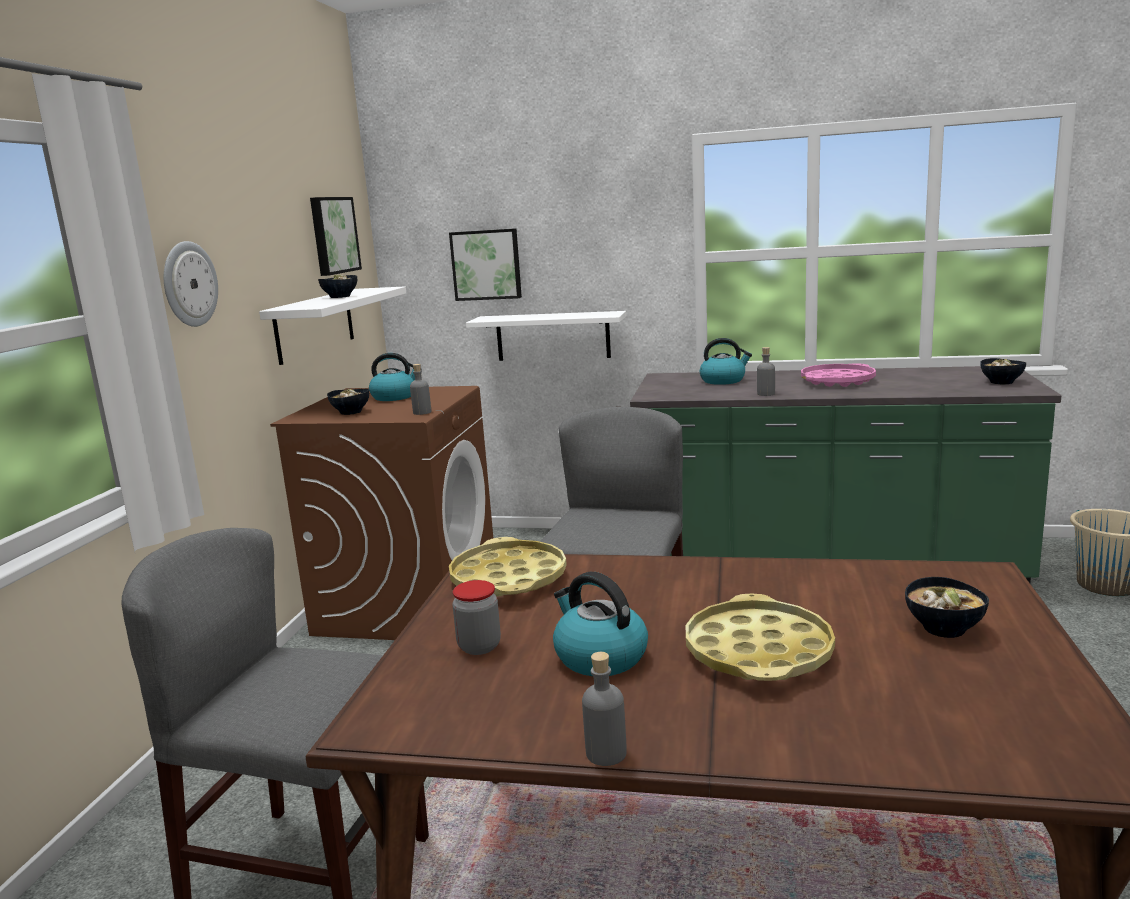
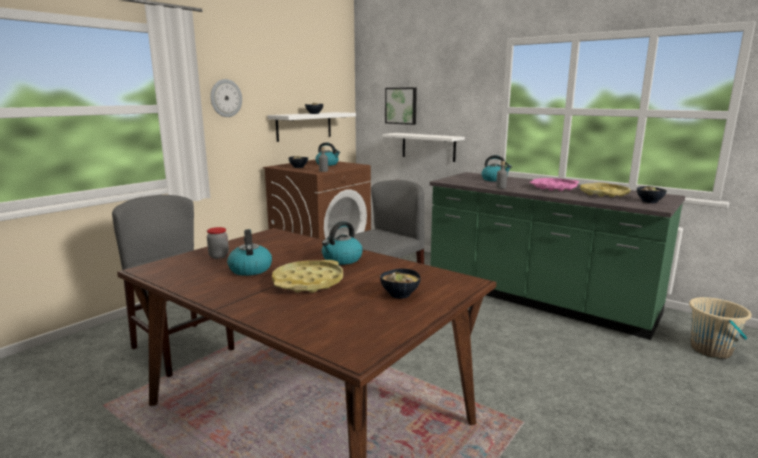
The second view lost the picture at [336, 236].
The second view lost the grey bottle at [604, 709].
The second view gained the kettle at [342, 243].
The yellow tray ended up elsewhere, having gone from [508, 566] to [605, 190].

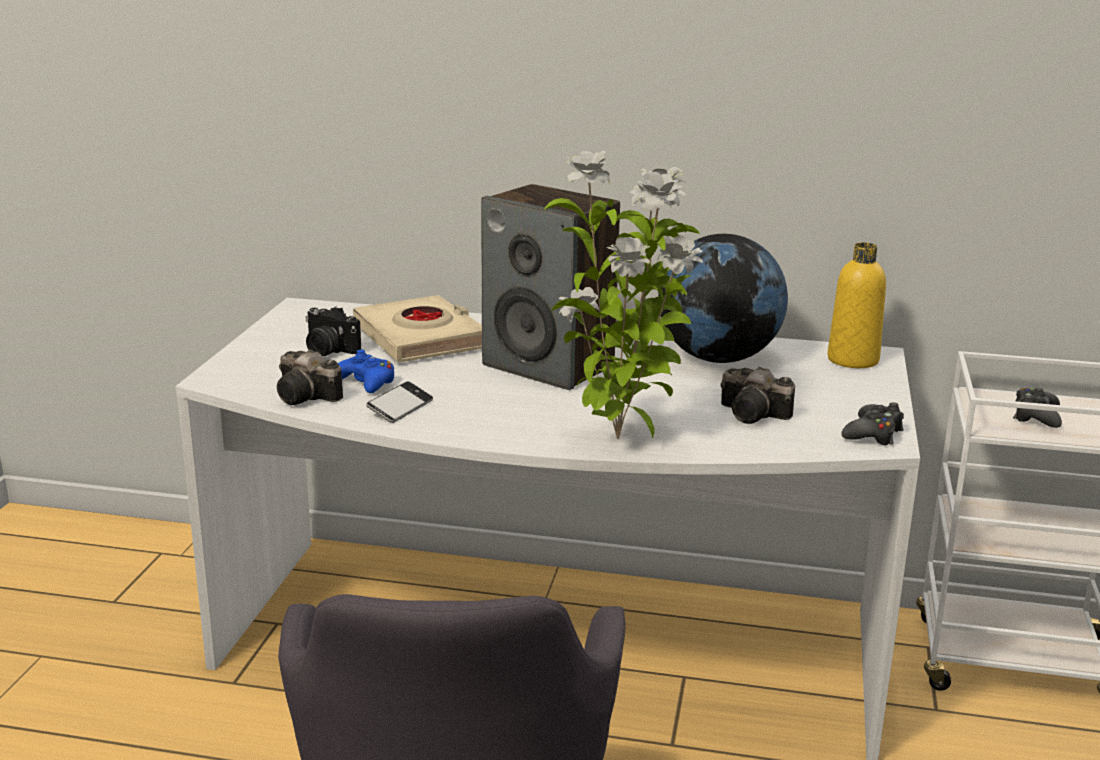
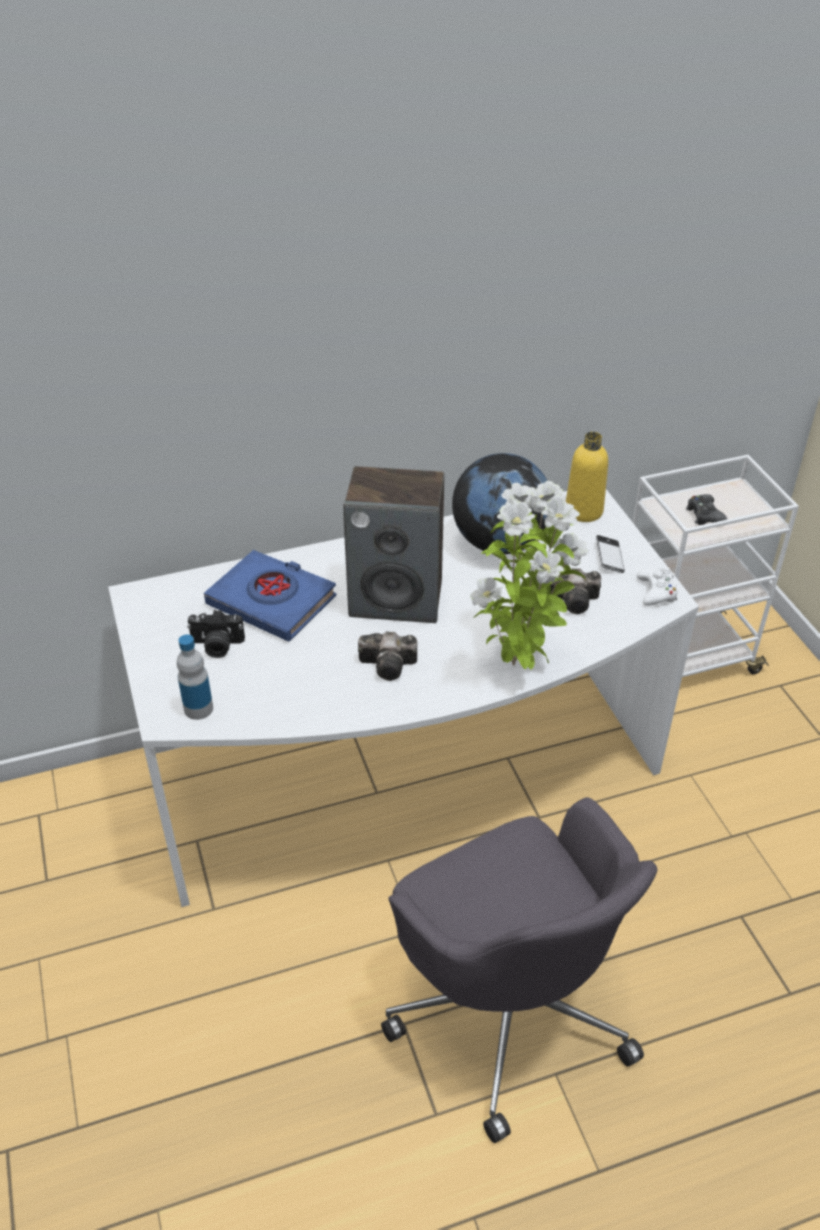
The second view lost the blue game controller at [366, 371].
The second view gained the bottle at [195, 677].
The photo camera ended up elsewhere, having gone from [310, 377] to [387, 656].
The phone ended up elsewhere, having gone from [399, 402] to [610, 554].
What was the beige book at [417, 328] turned into the blue book at [270, 596].
What was the black game controller at [872, 424] turned into the white game controller at [657, 586].

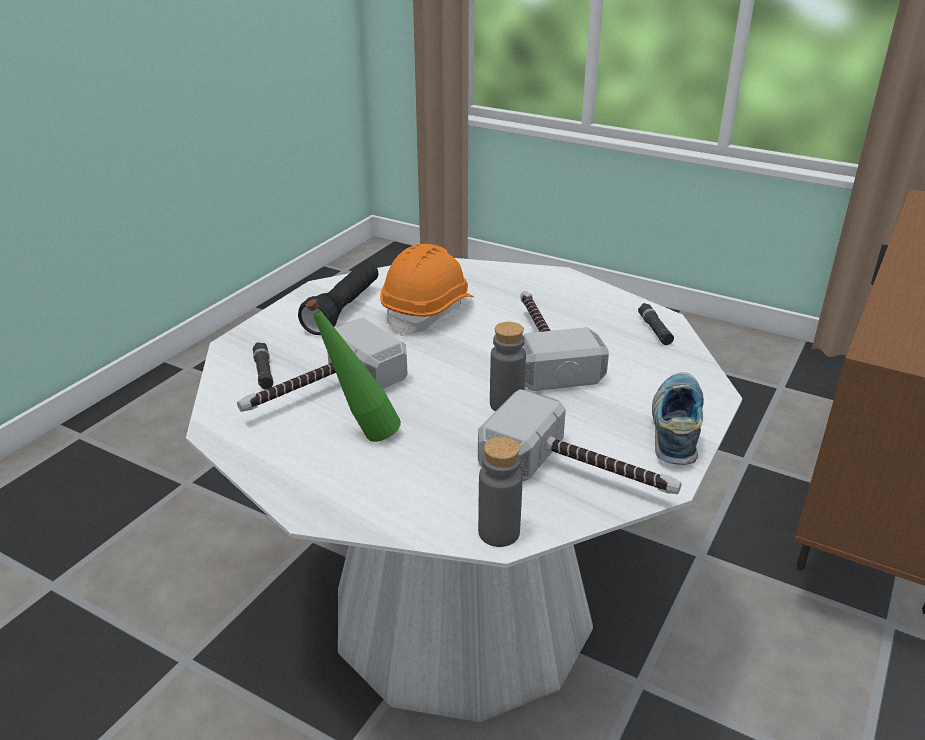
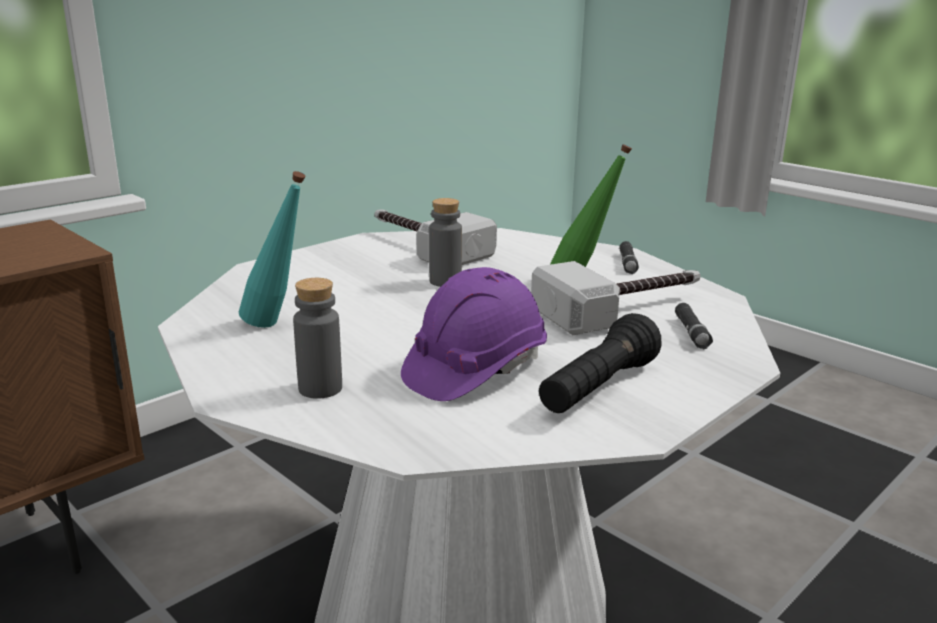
The second view lost the hammer at [565, 341].
The second view lost the shoe at [678, 418].
The second view gained the turquoise bottle at [272, 249].
The grey bottle ended up elsewhere, having gone from [500, 492] to [317, 338].
The black flashlight ended up elsewhere, having gone from [656, 324] to [629, 257].
What was the orange hard hat at [427, 290] turned into the purple hard hat at [474, 334].

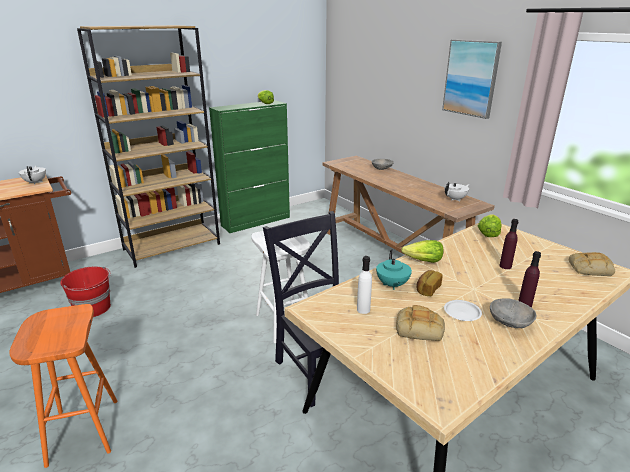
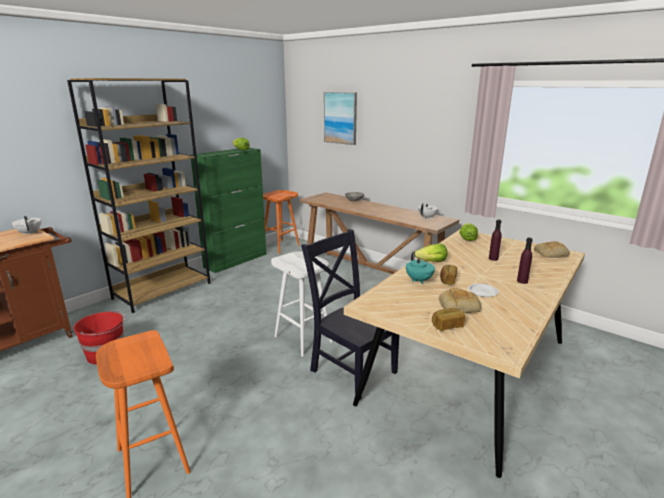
The second view lost the white bottle at [364, 285].
The second view lost the grey bowl at [513, 313].
The second view gained the orange stool at [281, 222].
The second view gained the bread at [448, 319].
The picture ended up elsewhere, having gone from [472, 79] to [340, 118].

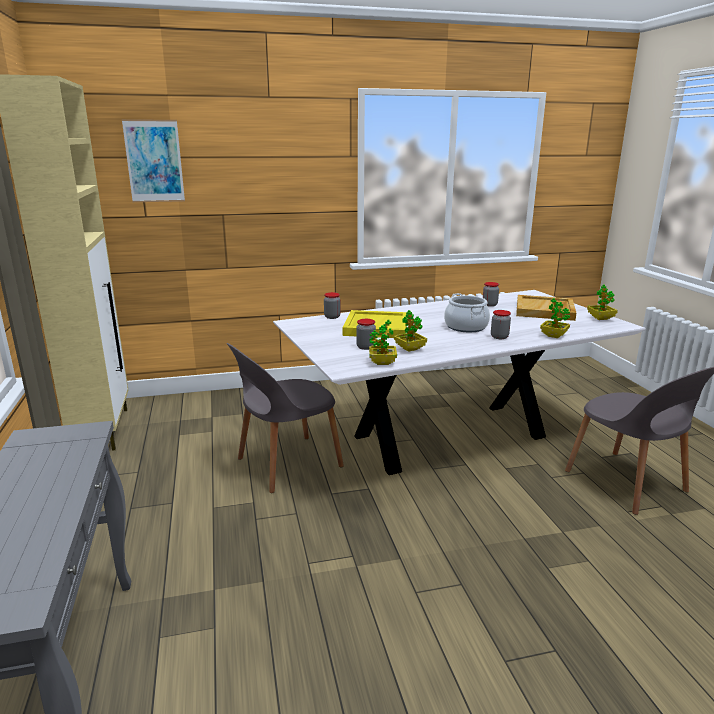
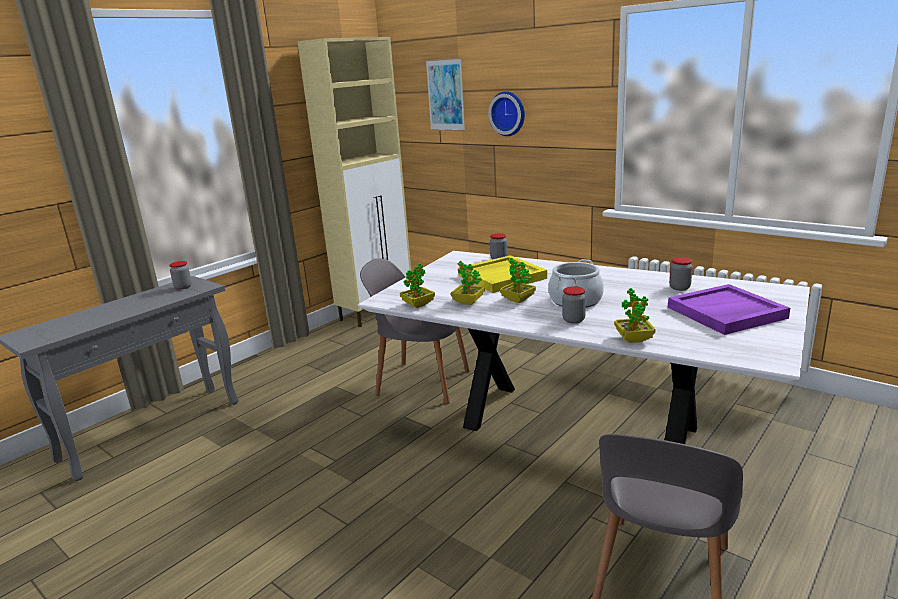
The second view gained the wall clock at [506, 113].
The jar ended up elsewhere, having gone from [366, 334] to [180, 275].
The potted plant ended up elsewhere, having gone from [602, 302] to [518, 280].
What was the beige tray at [546, 308] turned into the purple tray at [729, 309].

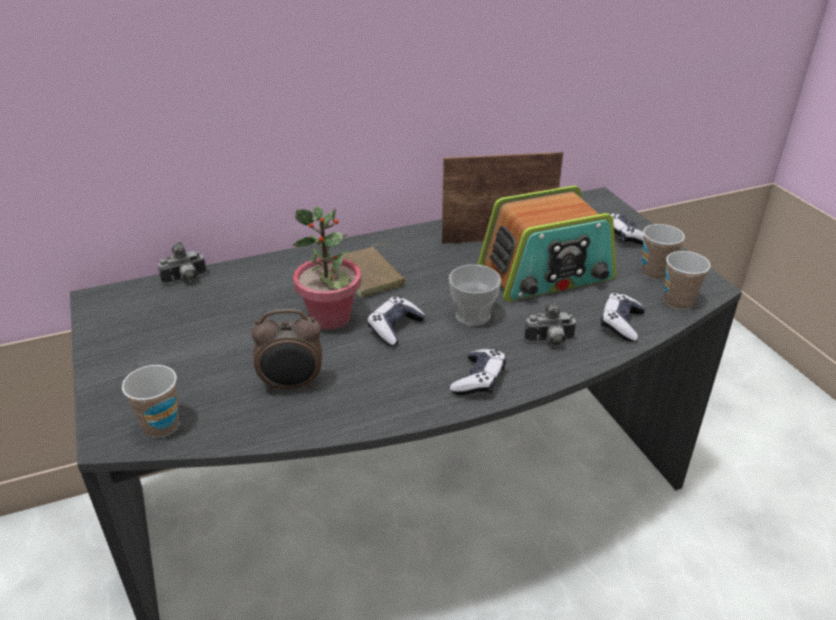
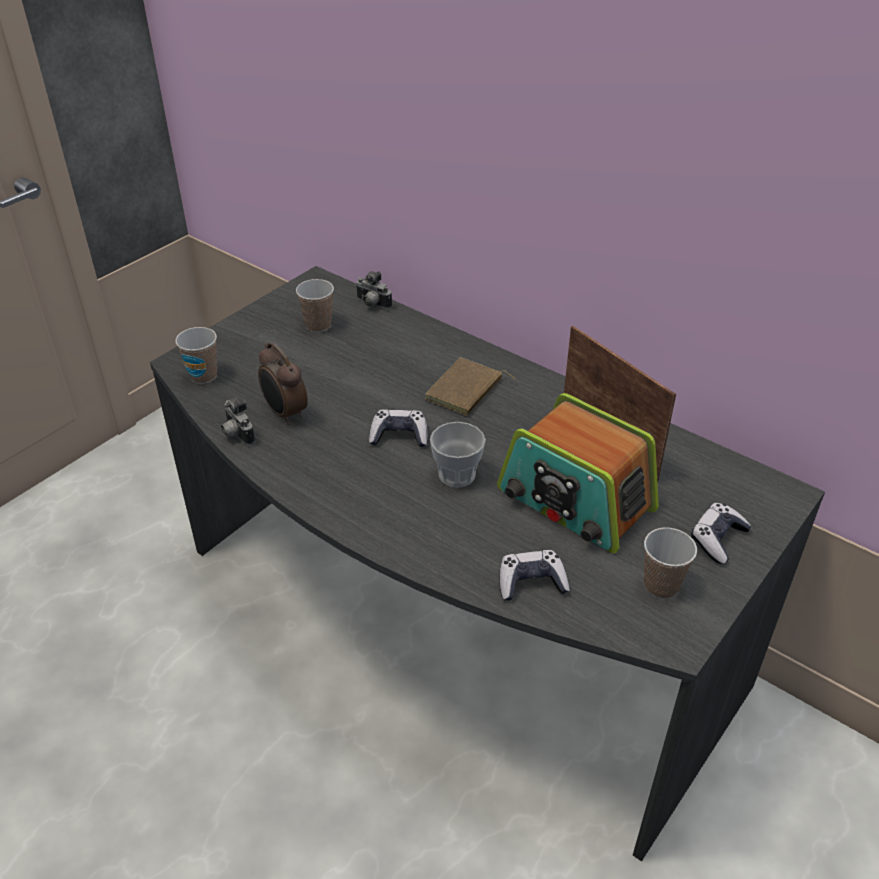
The second view lost the potted plant at [327, 268].
The second view lost the game controller at [478, 372].
The photo camera ended up elsewhere, having gone from [550, 323] to [238, 421].
The cup ended up elsewhere, having gone from [687, 280] to [315, 305].

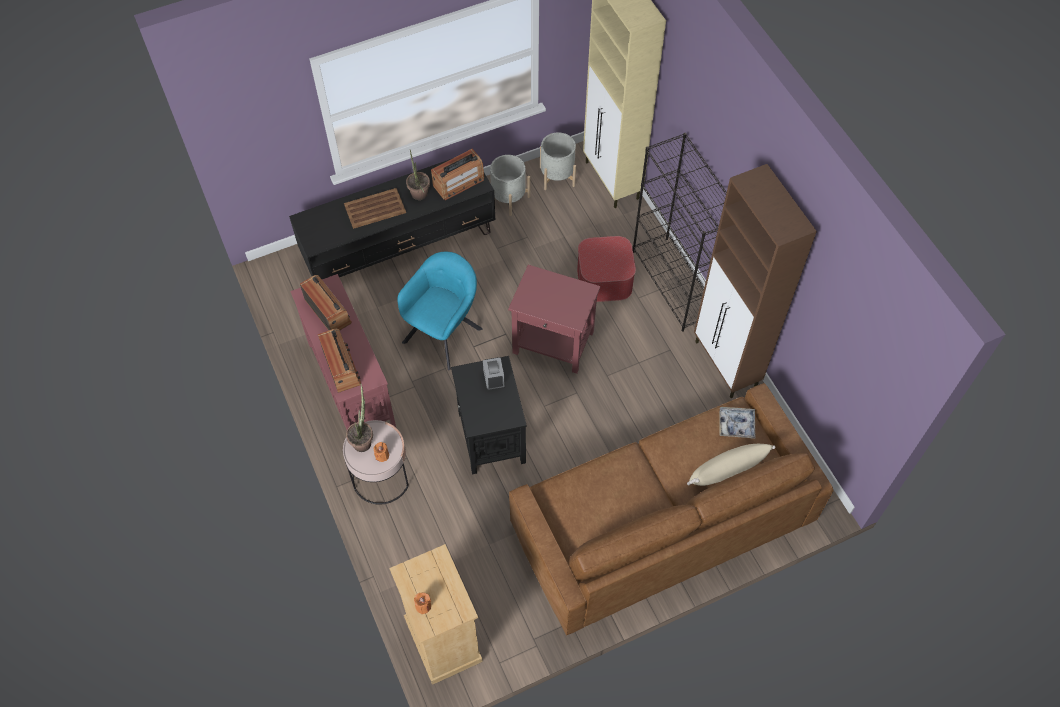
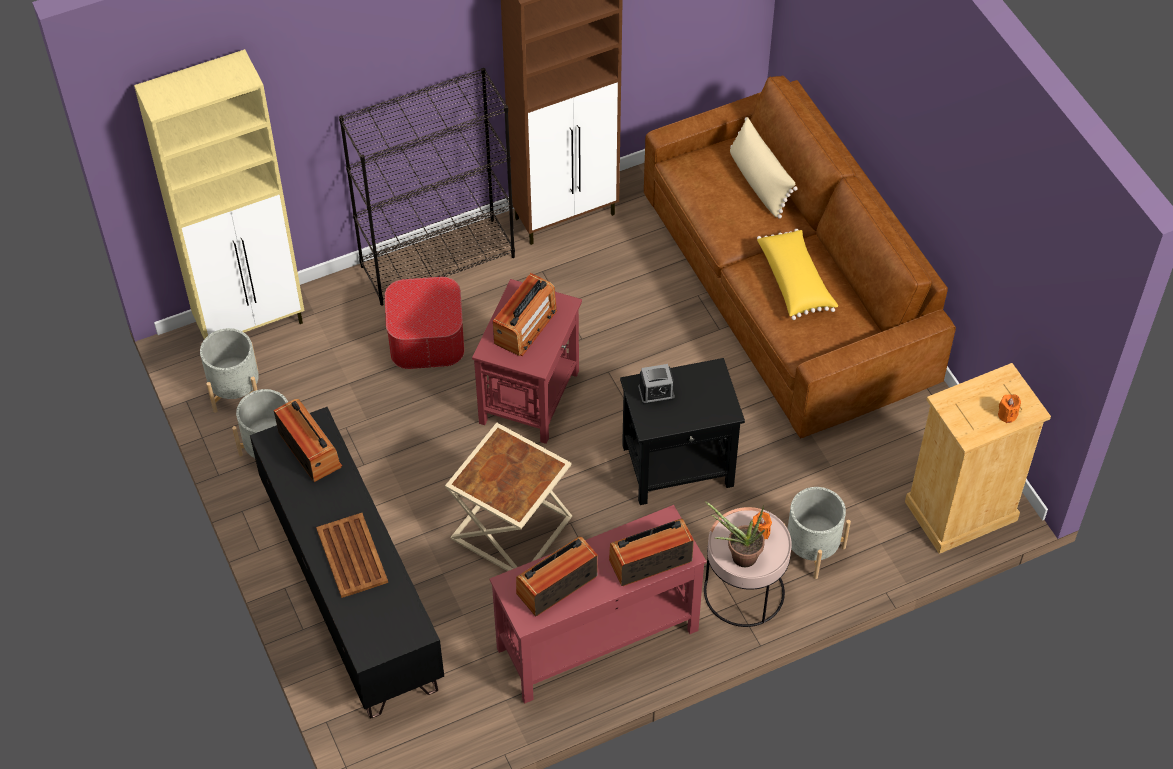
The second view lost the potted plant at [418, 175].
The second view lost the tray at [737, 423].
The second view gained the radio at [525, 314].
The second view gained the yellow pillow at [797, 274].
The second view gained the grey planter at [818, 533].
Where the turquoise armchair stood at [440, 311], the beige side table came to stand at [508, 496].

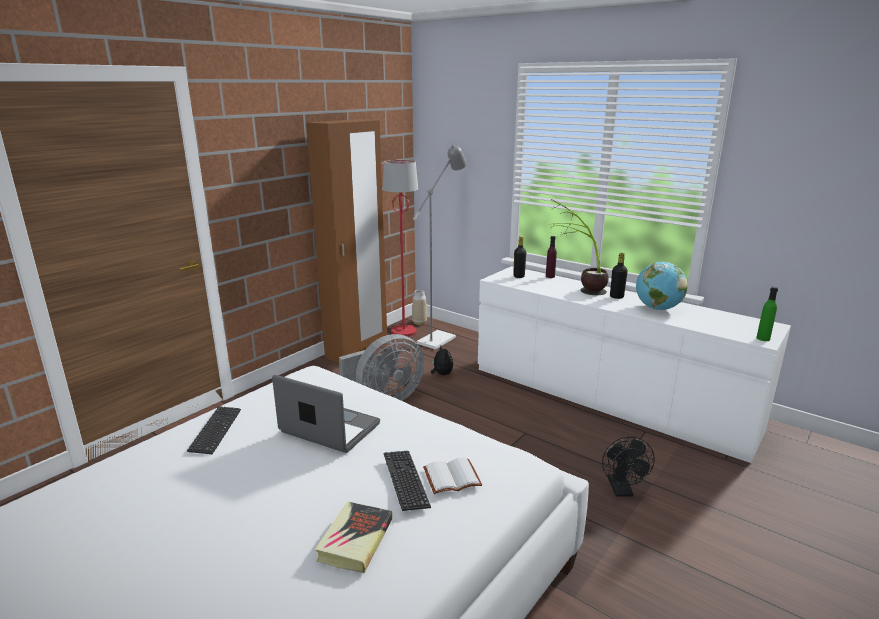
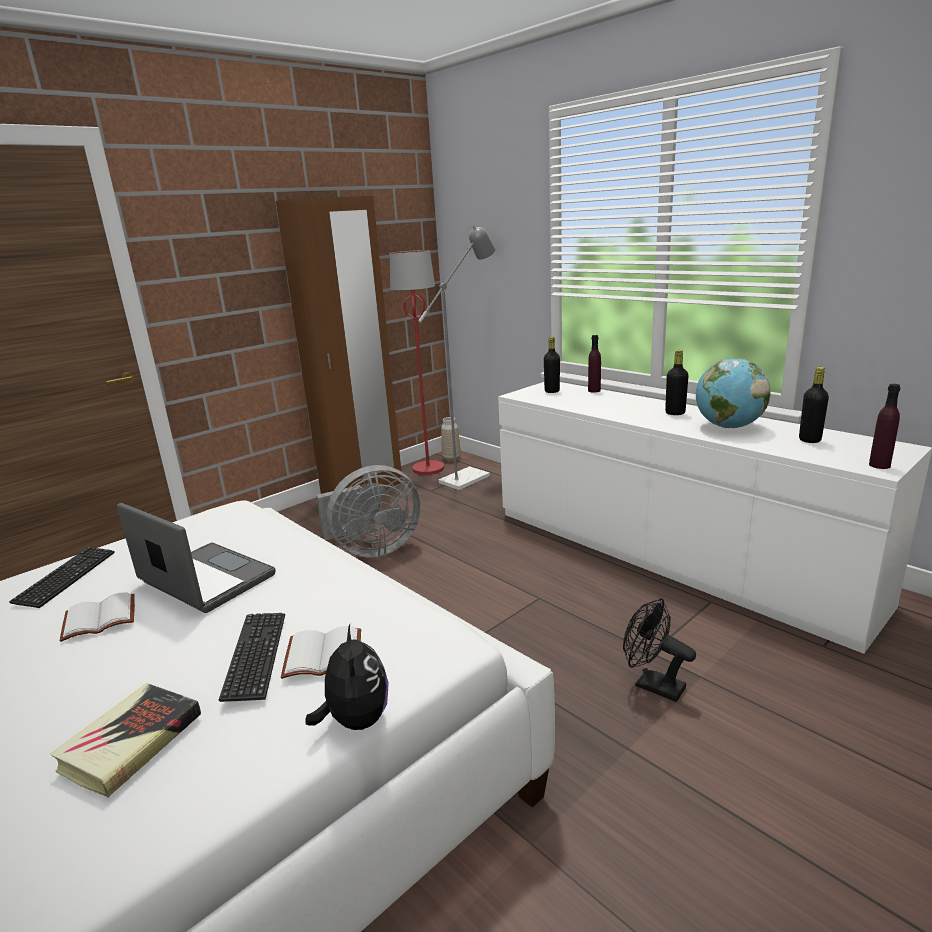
The second view lost the potted plant at [579, 247].
The second view gained the white book at [97, 617].
The second view gained the black bottle at [814, 405].
The plush toy ended up elsewhere, having gone from [442, 360] to [347, 677].
What was the green bottle at [767, 313] turned into the purple bottle at [885, 426].
The black fan at [628, 466] ended up facing another way, 120 degrees clockwise from before.

